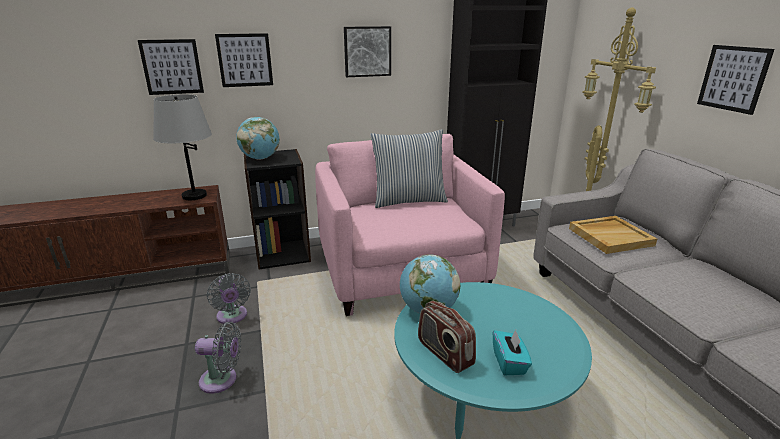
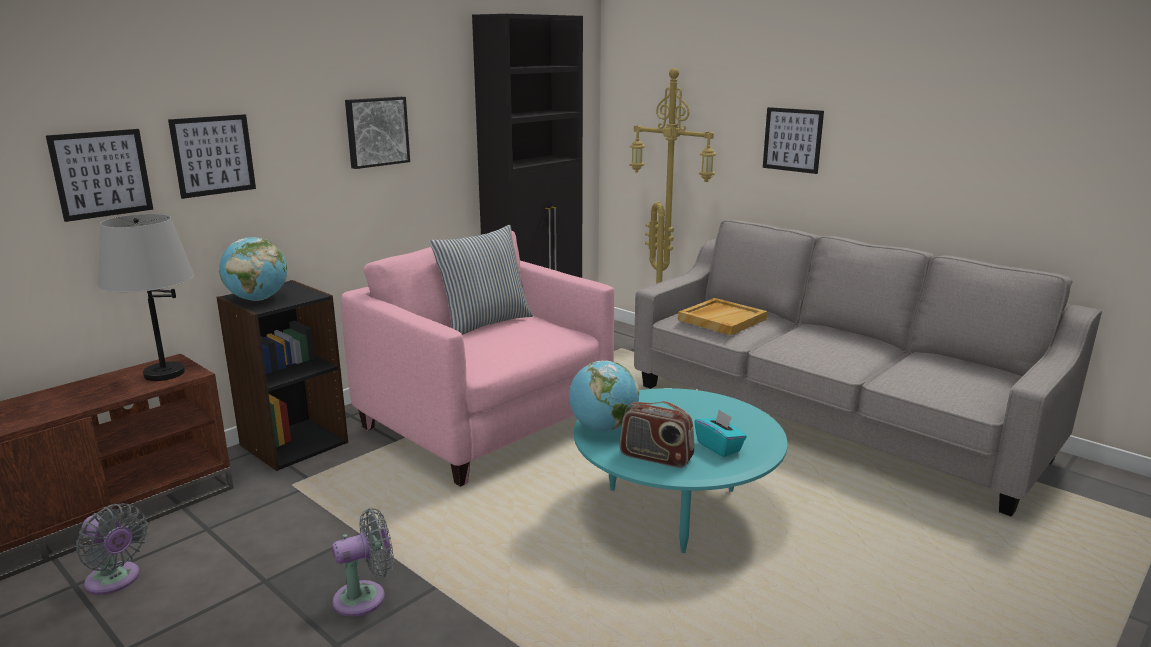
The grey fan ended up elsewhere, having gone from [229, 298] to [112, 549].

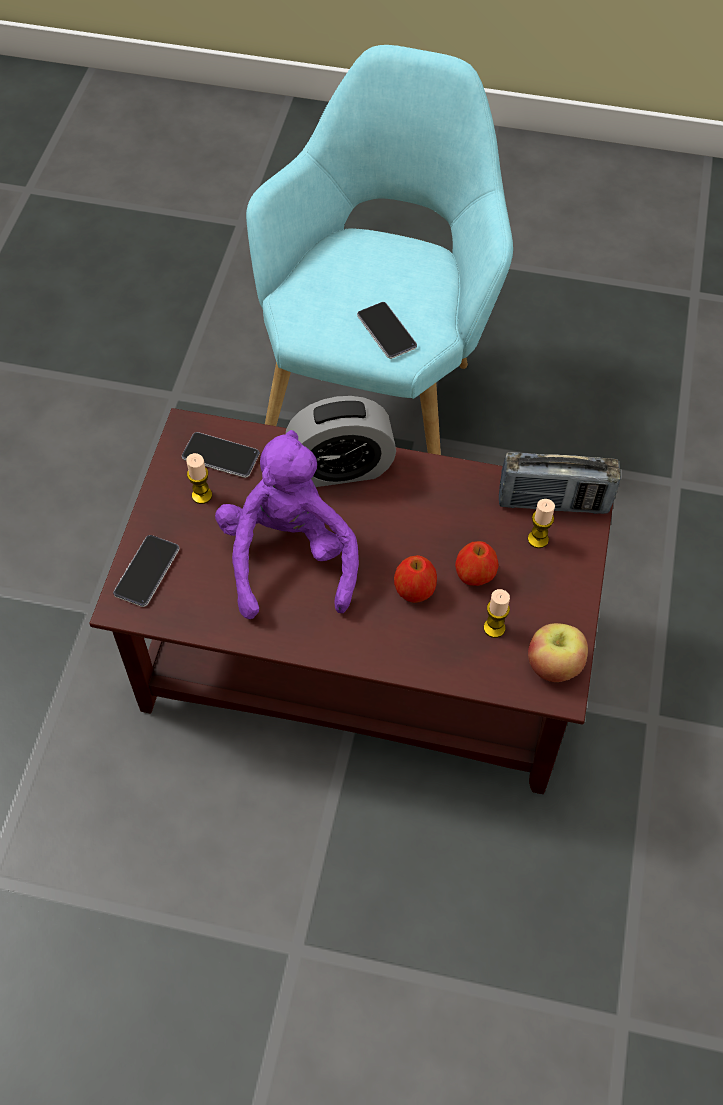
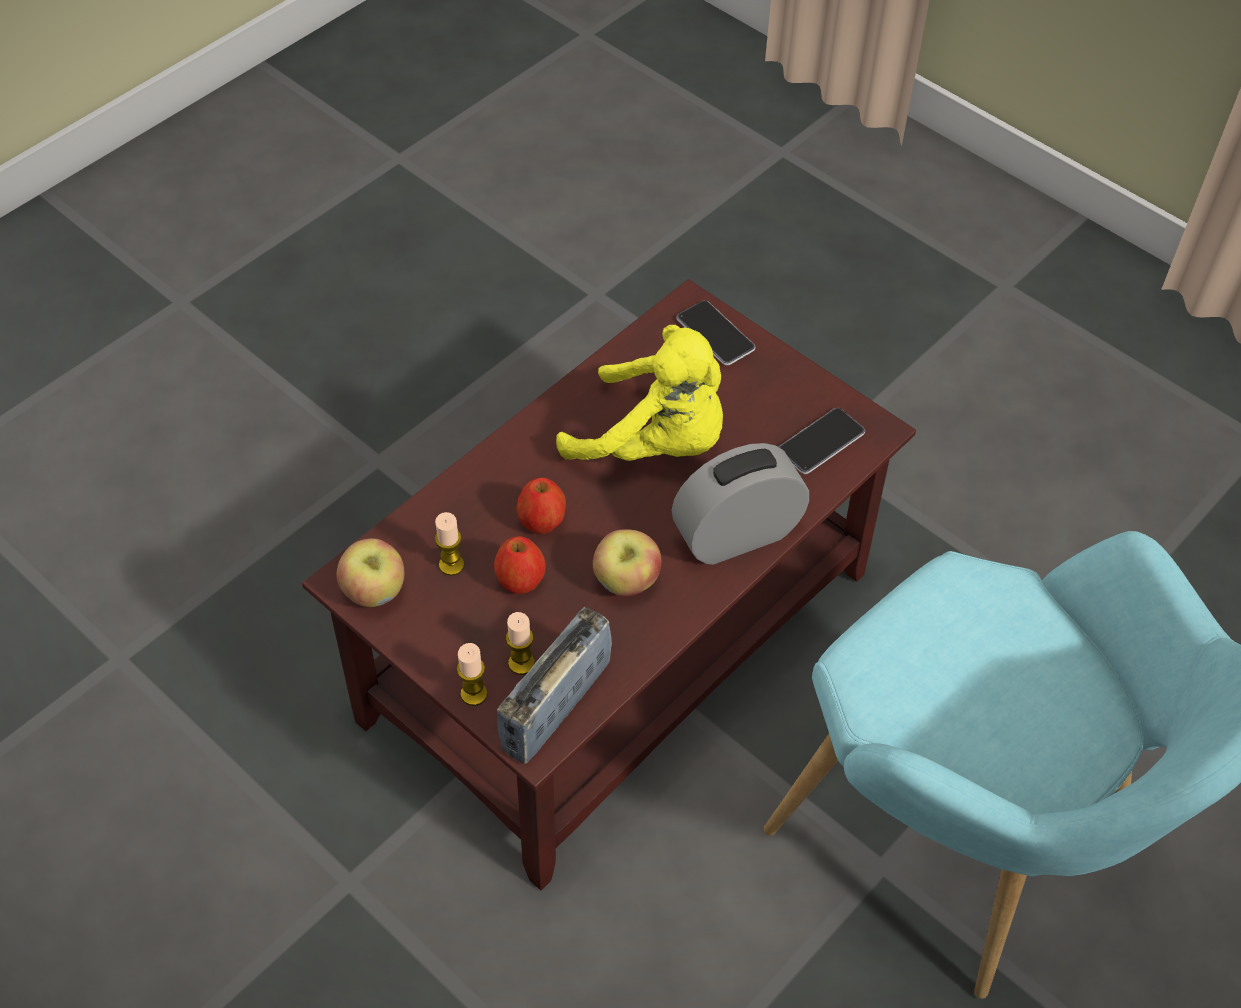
The second view lost the phone at [387, 330].
The second view gained the apple at [627, 562].
The candle ended up elsewhere, having gone from [199, 478] to [472, 674].
What was the purple plush toy at [287, 524] turned into the yellow plush toy at [639, 393].
The alarm clock at [341, 441] ended up facing another way, 45 degrees clockwise from before.

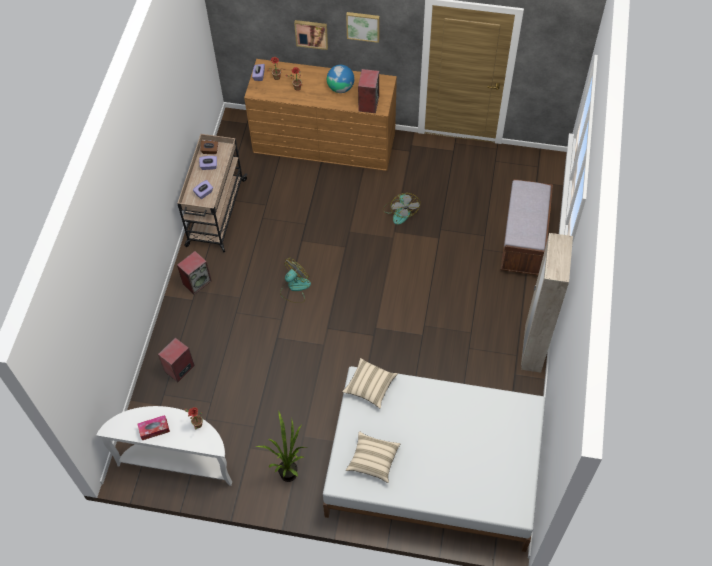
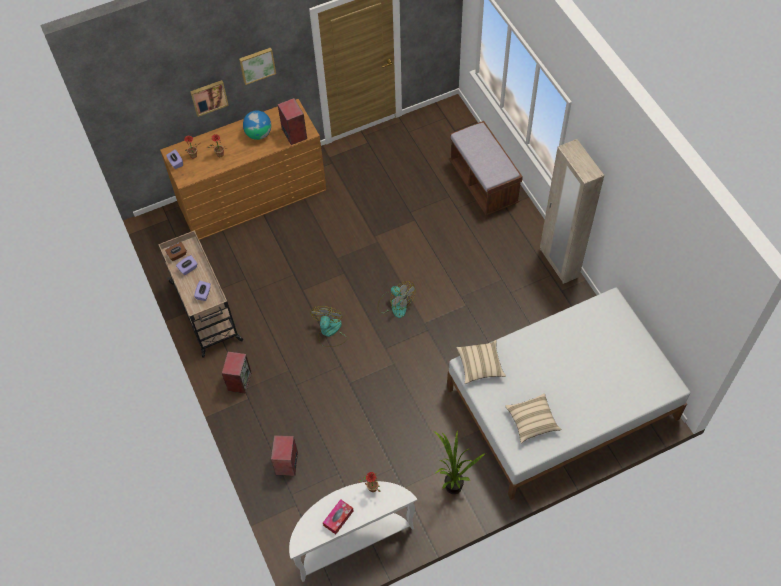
The fan ended up elsewhere, having gone from [401, 209] to [396, 299].

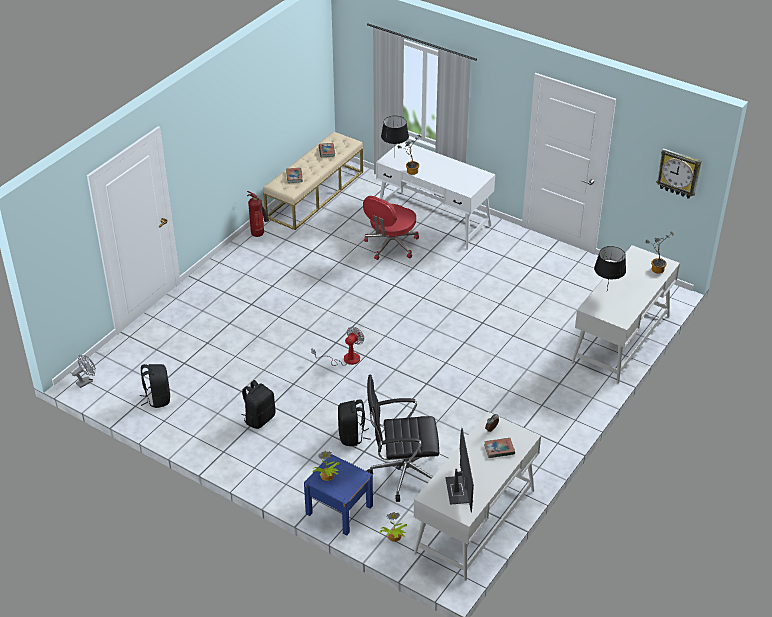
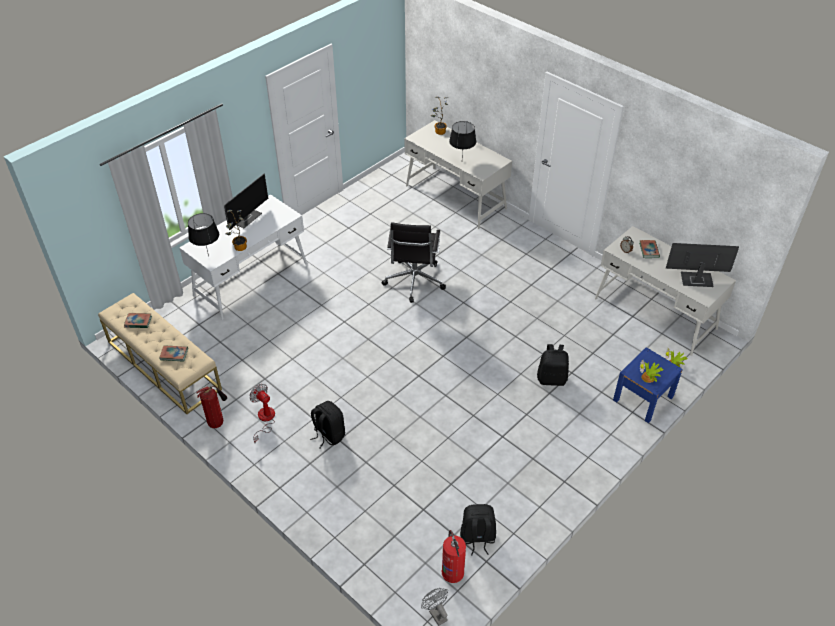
The second view lost the red office chair at [391, 228].
The second view lost the wall clock at [678, 173].
The second view gained the monitor at [246, 202].
The second view gained the fire extinguisher at [454, 556].
The black backpack ended up elsewhere, having gone from [258, 404] to [327, 425].
The fan ended up elsewhere, having gone from [337, 346] to [262, 414].
The black office chair ended up elsewhere, having gone from [402, 438] to [414, 263].

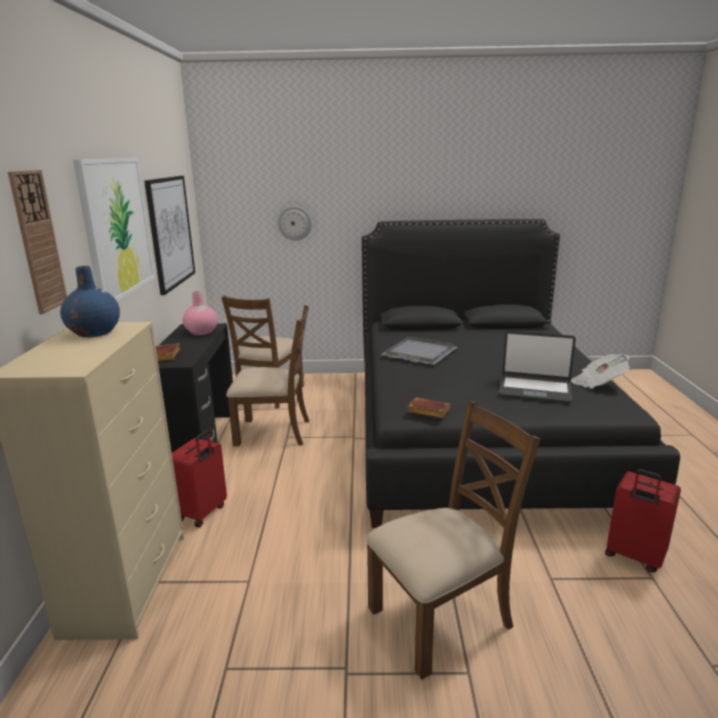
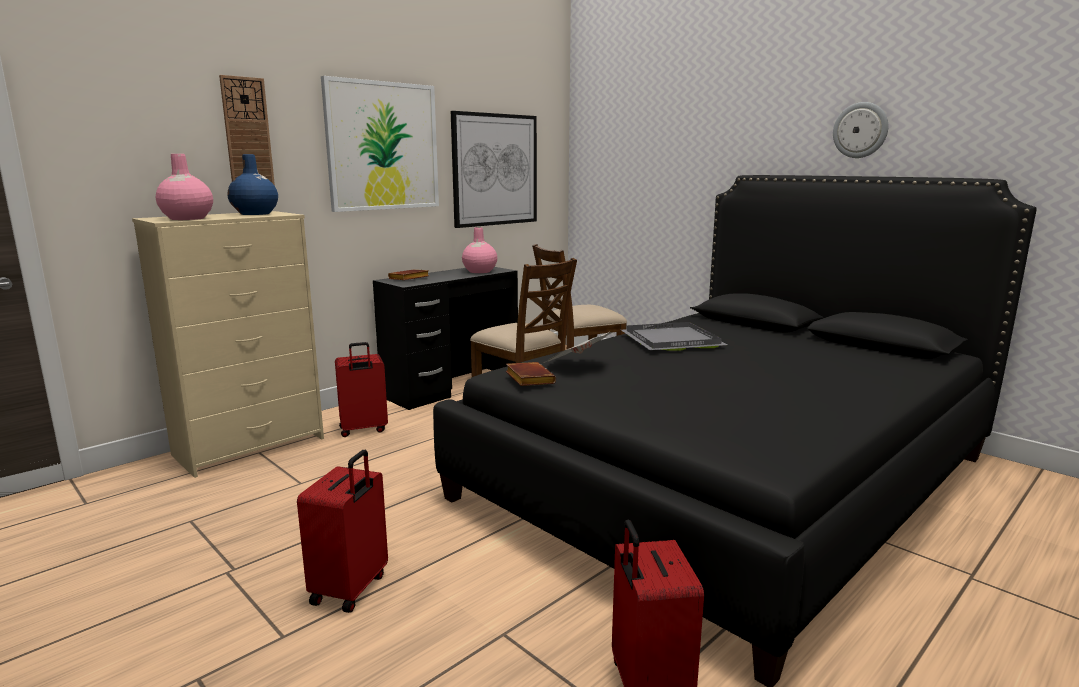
The second view lost the laptop at [537, 367].
The second view gained the pink vase at [184, 187].
The wall clock ended up elsewhere, having gone from [295, 223] to [860, 130].
The newspaper ended up elsewhere, having gone from [600, 371] to [577, 347].
Where the brown chair stood at [453, 540], the red suitcase came to stand at [342, 531].

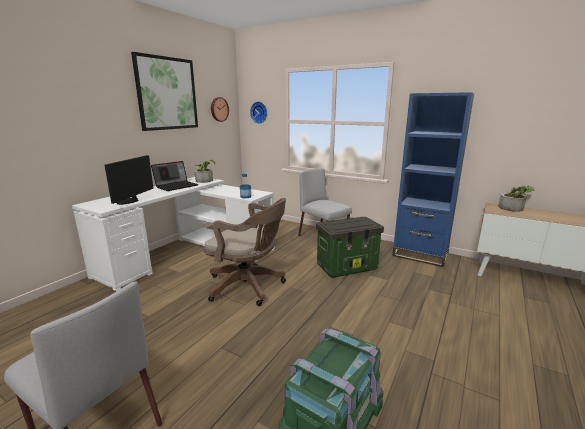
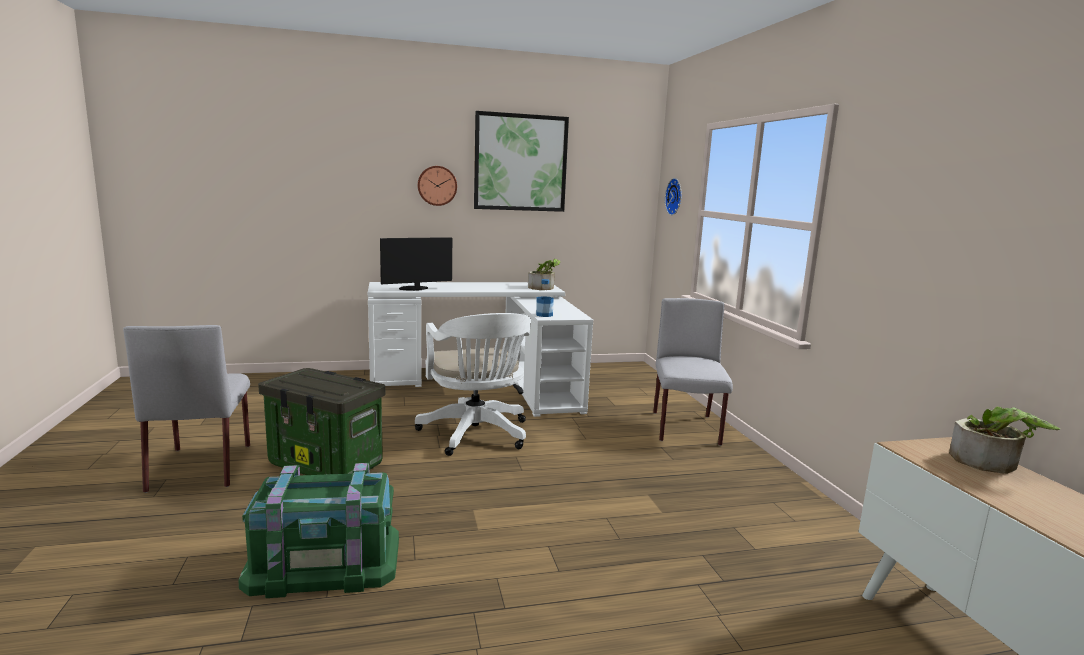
The second view lost the laptop at [174, 176].
The second view lost the blue bookcase at [433, 179].
The wall clock ended up elsewhere, having gone from [220, 109] to [437, 186].
The storage box ended up elsewhere, having gone from [350, 247] to [321, 421].
What was the brown office chair at [245, 252] turned into the white office chair at [473, 384].

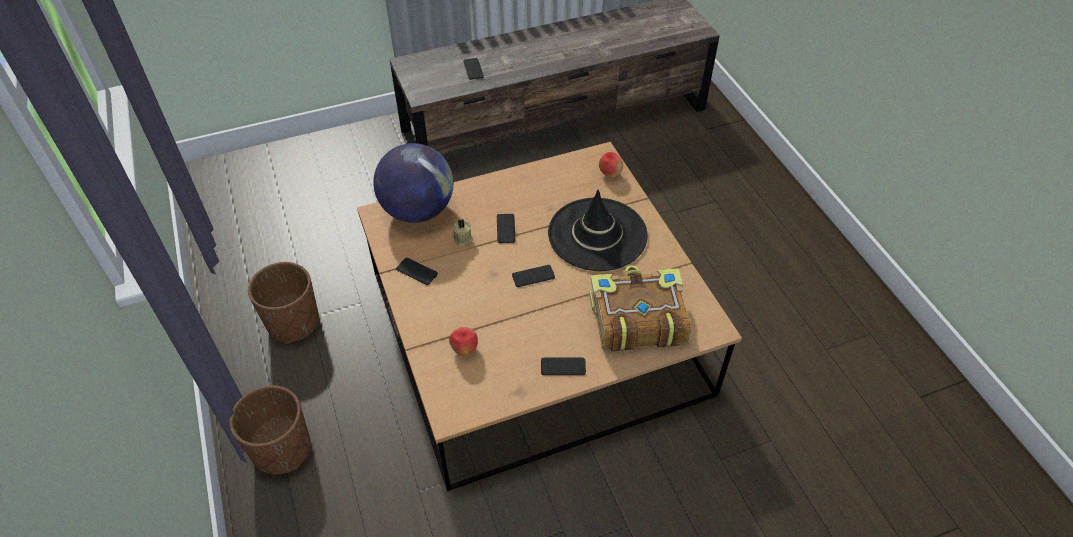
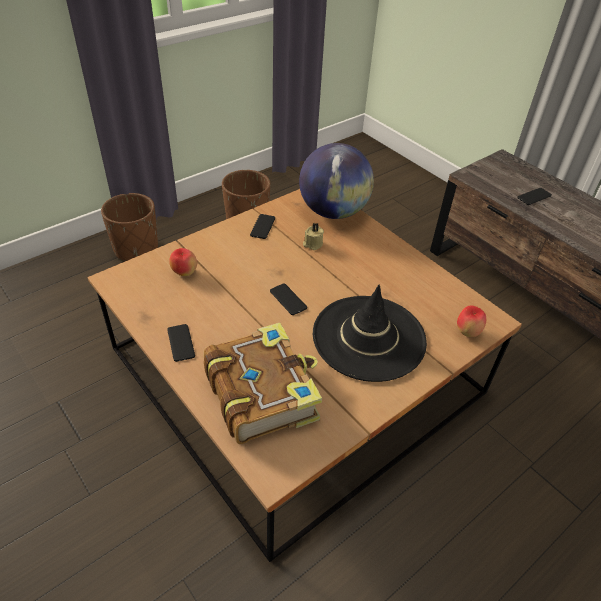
The second view lost the phone at [506, 228].

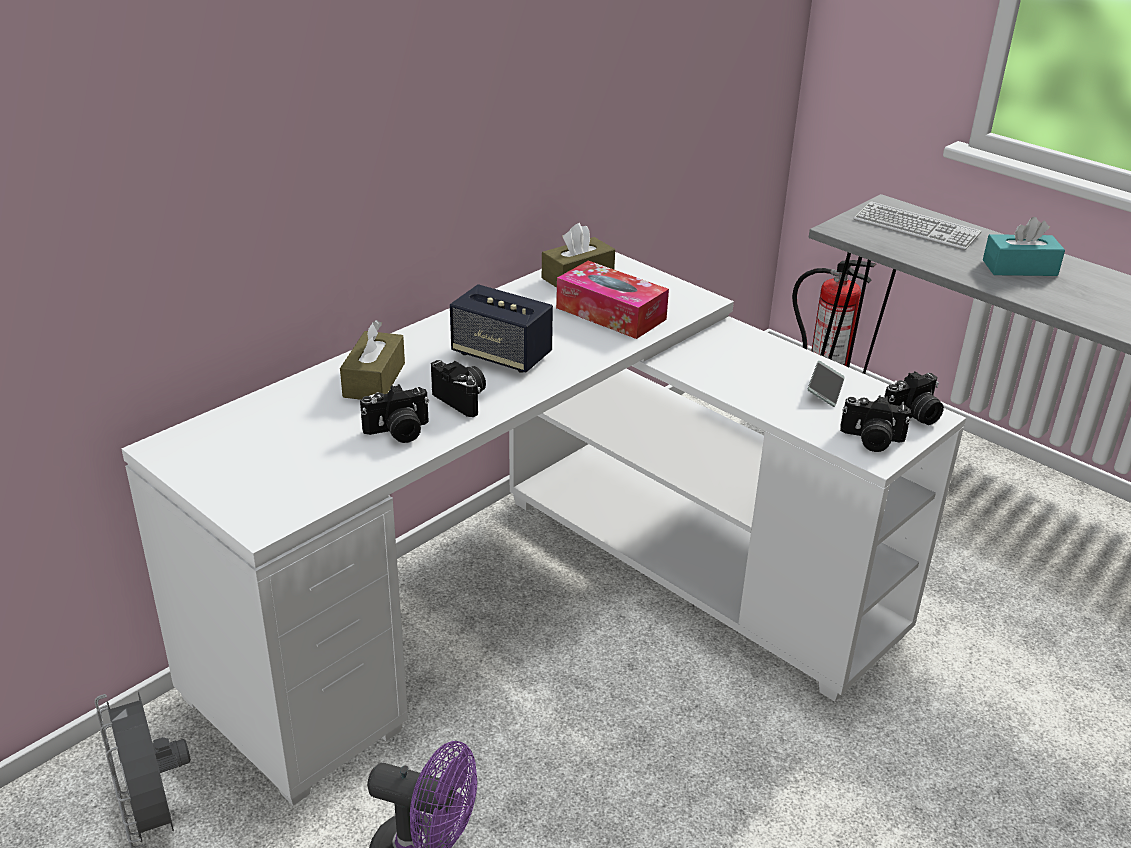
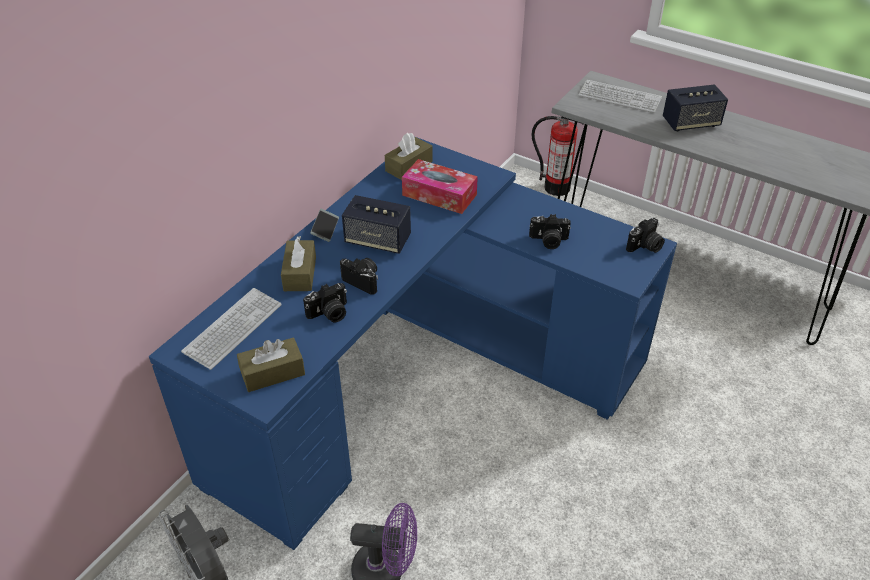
The second view gained the keyboard at [231, 329].
The second view gained the brown tissue box at [271, 364].
The phone ended up elsewhere, having gone from [826, 384] to [324, 225].
The photo camera ended up elsewhere, having gone from [875, 423] to [550, 231].
Where the turquoise tissue box stood at [1024, 246], the speaker came to stand at [695, 107].
What was the white desk at [543, 529] turned into the blue desk at [413, 343].

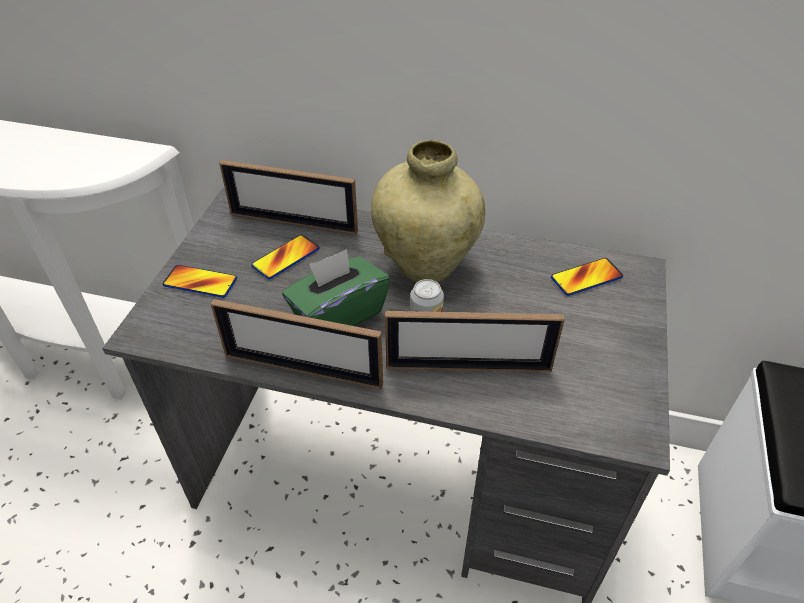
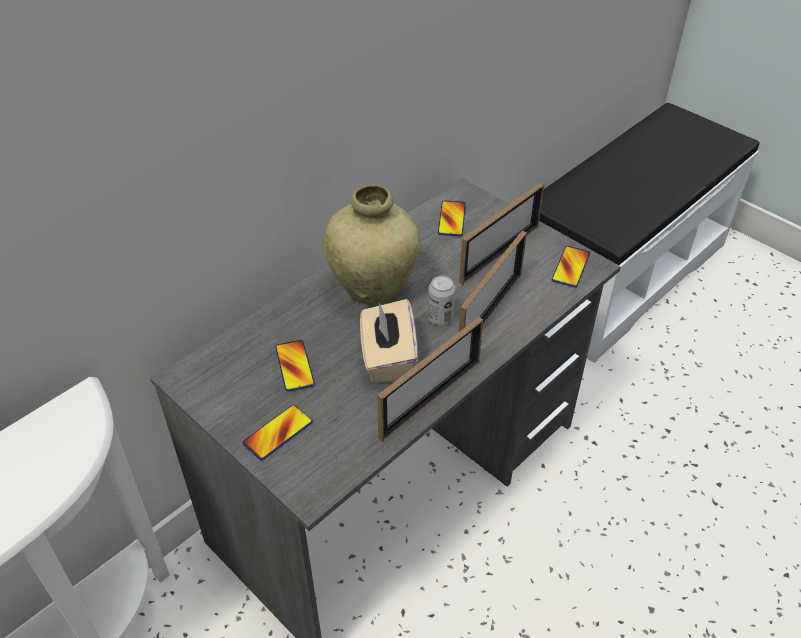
The second view gained the phone at [571, 266].
The picture frame ended up elsewhere, having gone from [288, 197] to [501, 233].
What was the green tissue box at [336, 287] turned into the beige tissue box at [389, 341].

